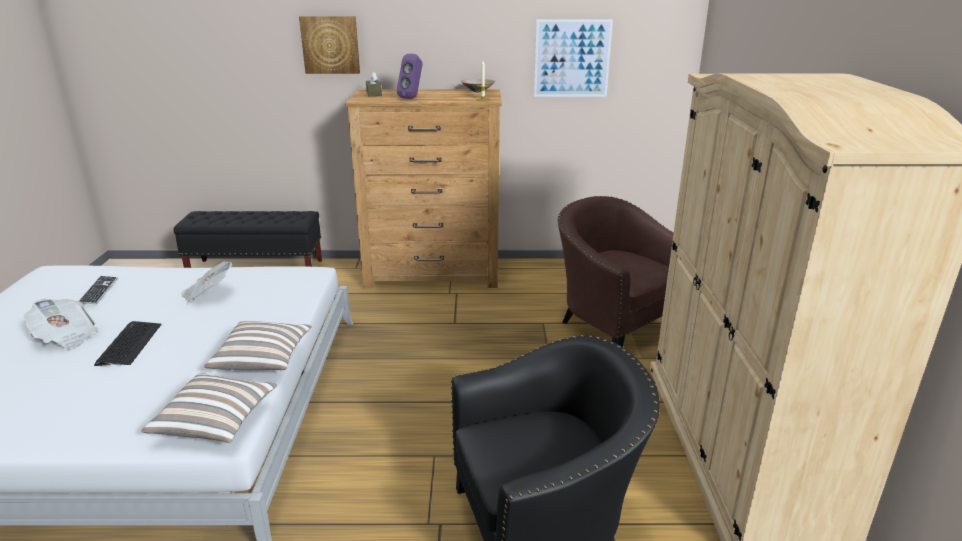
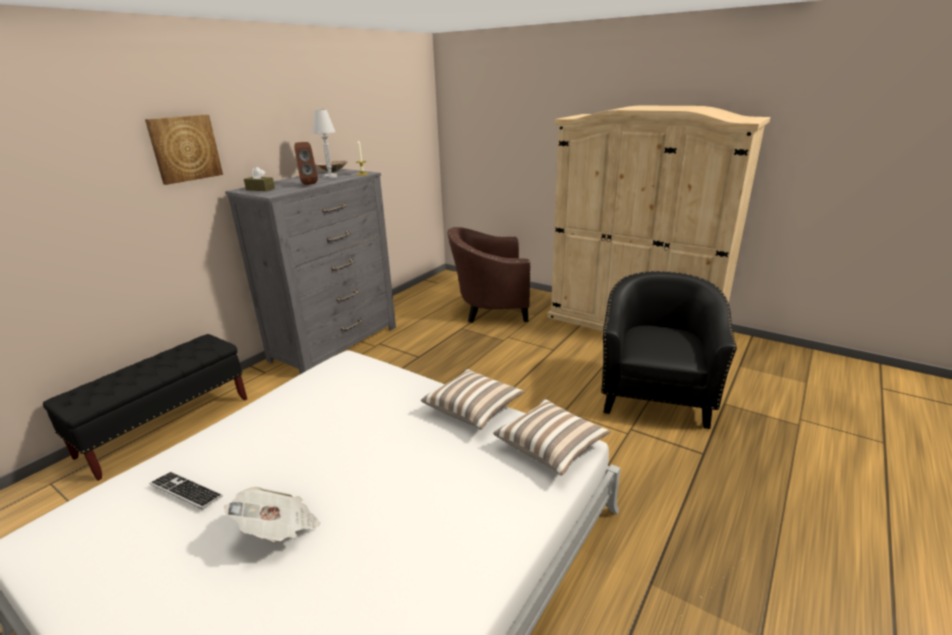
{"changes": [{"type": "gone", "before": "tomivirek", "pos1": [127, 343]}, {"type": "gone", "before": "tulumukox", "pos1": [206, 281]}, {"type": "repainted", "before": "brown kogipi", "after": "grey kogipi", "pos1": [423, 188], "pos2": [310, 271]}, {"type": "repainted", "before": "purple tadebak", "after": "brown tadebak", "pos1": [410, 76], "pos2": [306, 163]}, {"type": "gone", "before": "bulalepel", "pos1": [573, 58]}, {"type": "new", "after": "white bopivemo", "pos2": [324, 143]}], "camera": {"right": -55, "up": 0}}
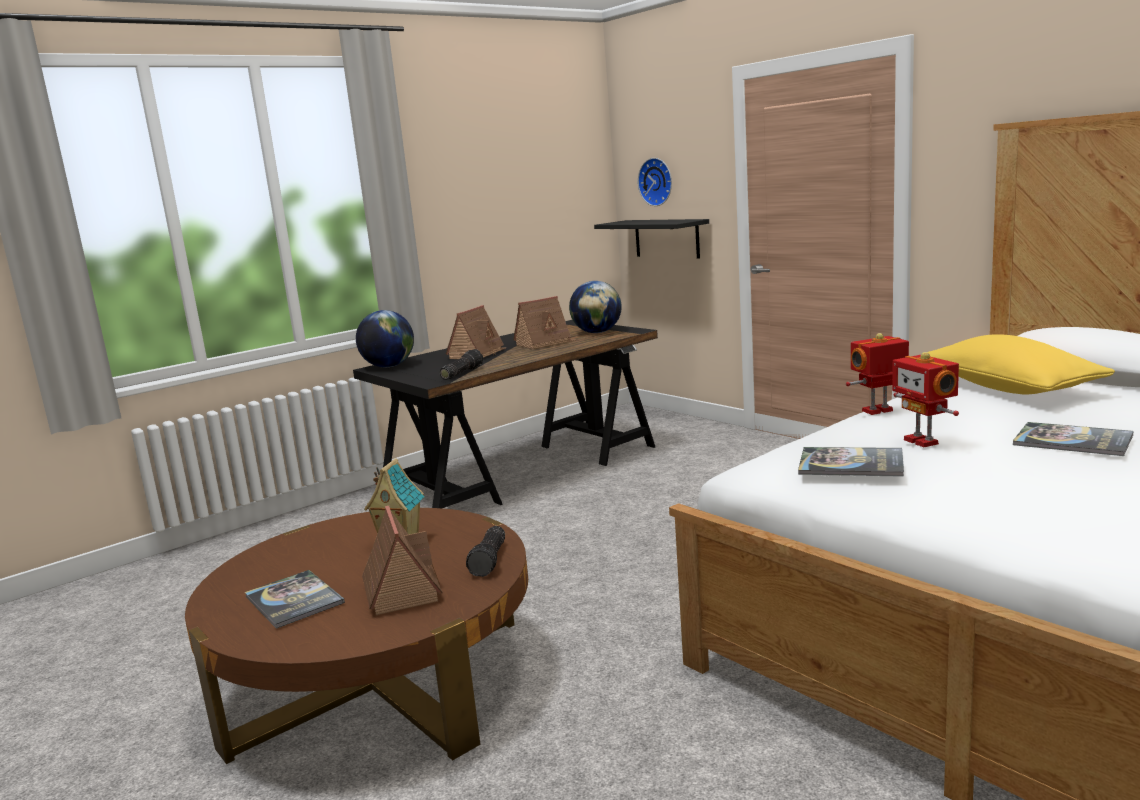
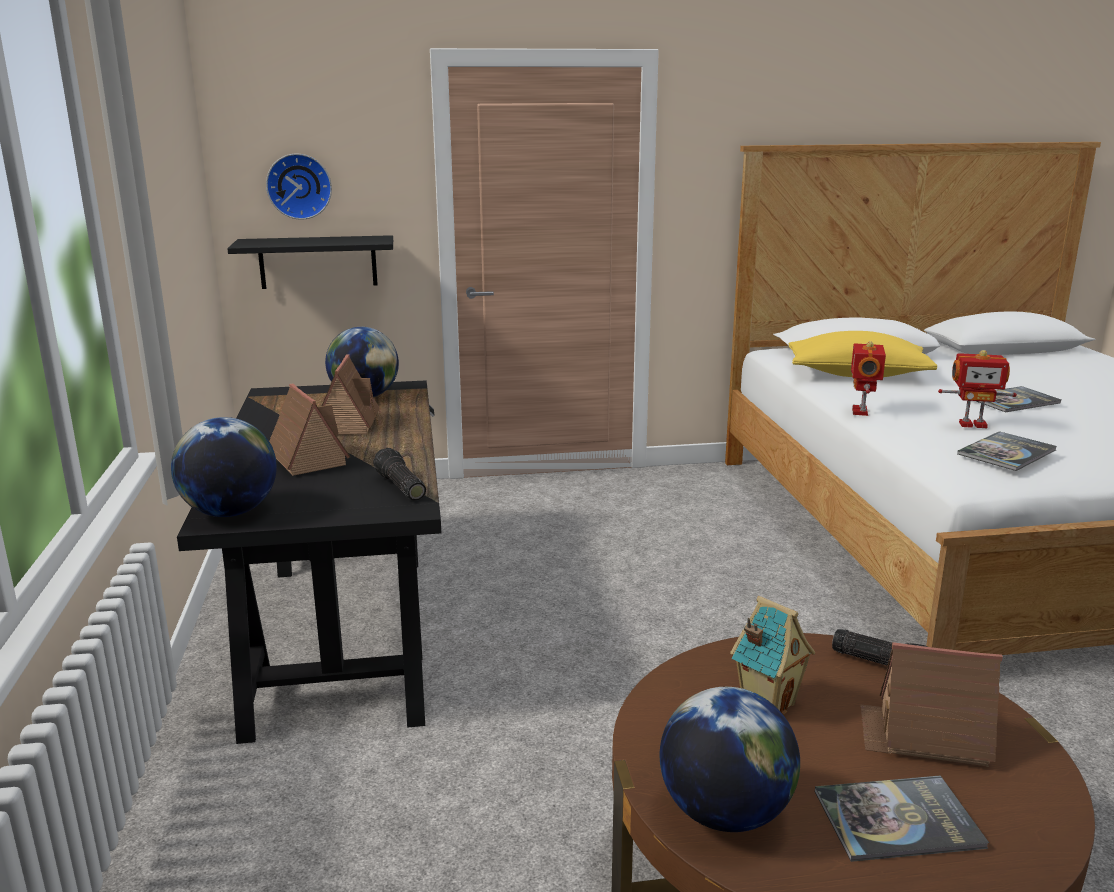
{"changes": [{"type": "new", "after": "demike", "pos2": [730, 759]}], "camera": {"right": -60, "up": 5}}
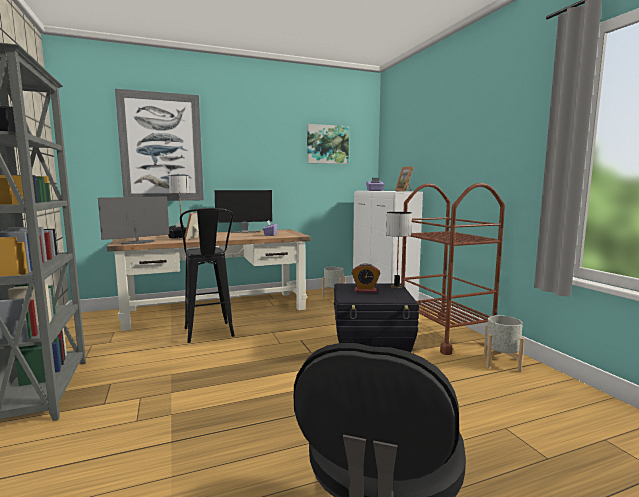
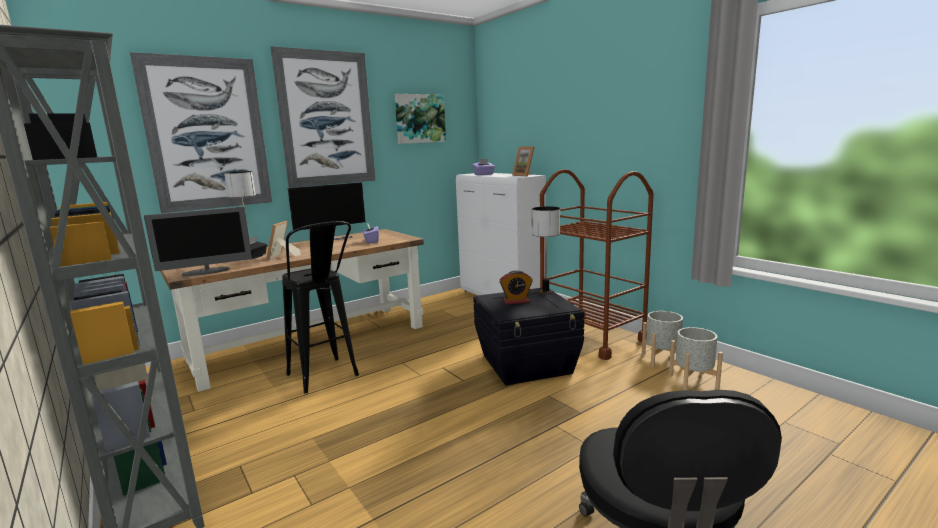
{"changes": [{"type": "rotated", "before": "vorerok", "pos1": [133, 220], "pos2": [198, 241], "turn": -150}, {"type": "shifted", "before": "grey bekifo", "pos1": [333, 282], "pos2": [696, 358]}, {"type": "new", "after": "bulalepel", "pos2": [323, 117]}], "camera": {"right": -15, "up": 5}}
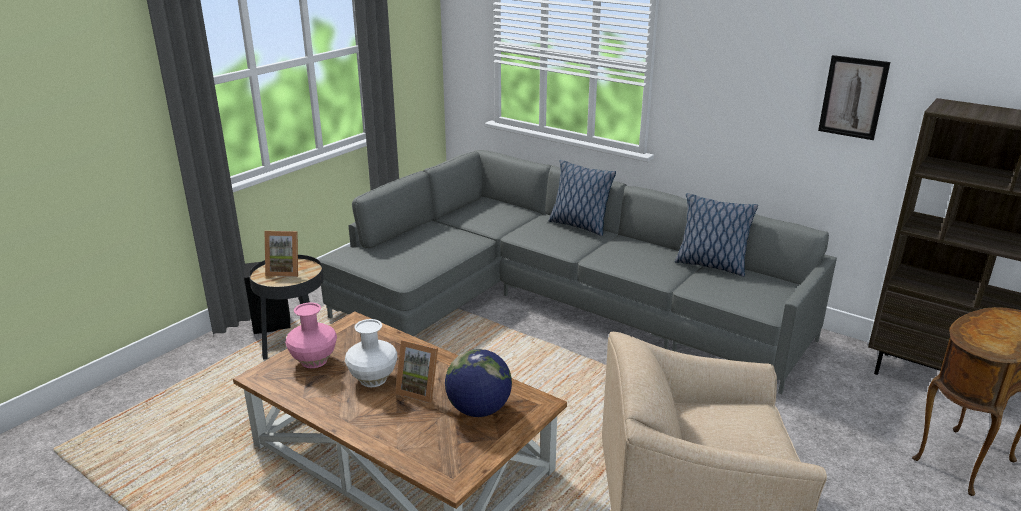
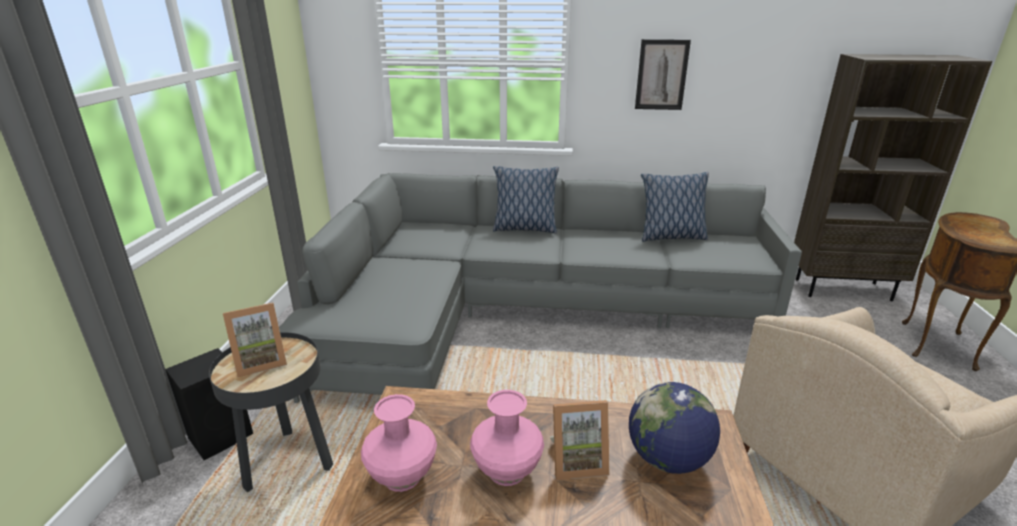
{"changes": [{"type": "repainted", "before": "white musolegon", "after": "pink musolegon", "pos1": [371, 353], "pos2": [507, 438]}, {"type": "shifted", "before": "bulalepel", "pos1": [854, 97], "pos2": [663, 74]}], "camera": {"right": -30, "up": 0}}
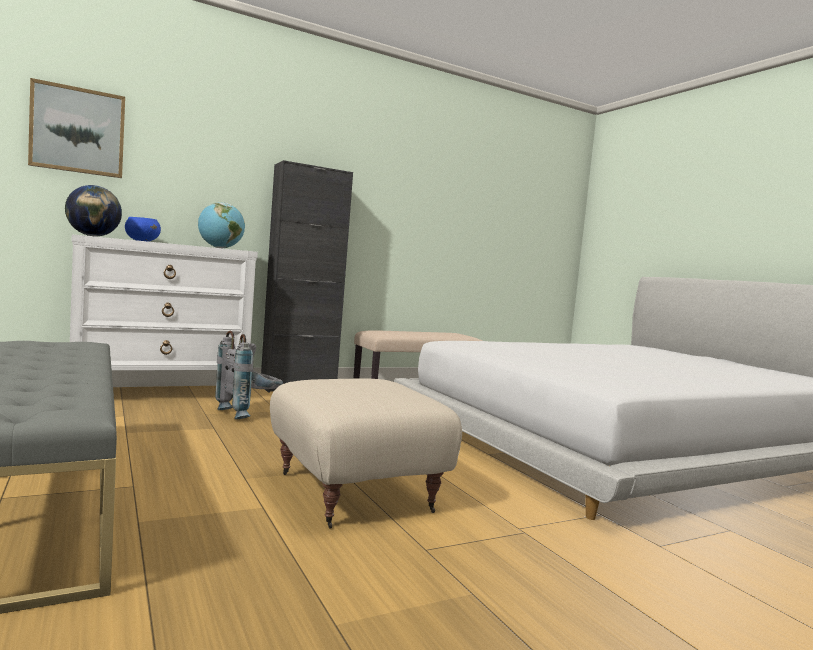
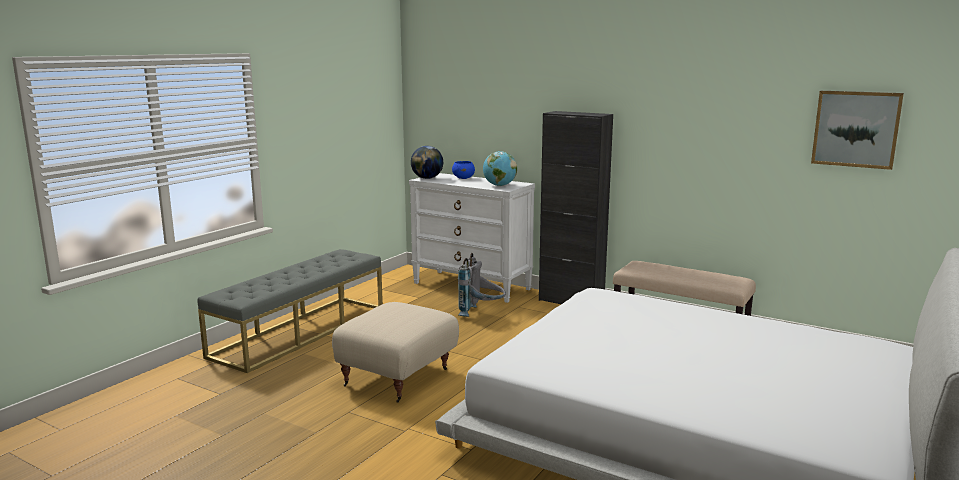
{"changes": [{"type": "shifted", "before": "bulalepel", "pos1": [76, 128], "pos2": [857, 130]}], "camera": {"right": 60, "up": 10}}
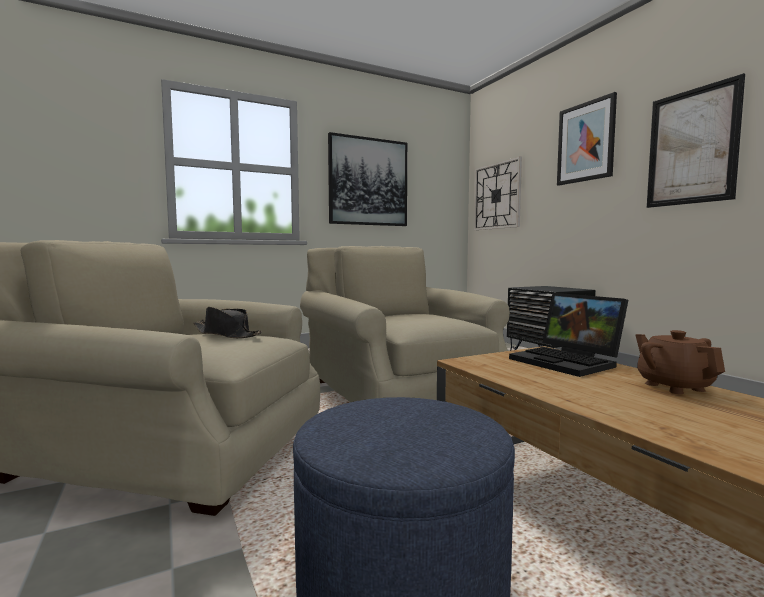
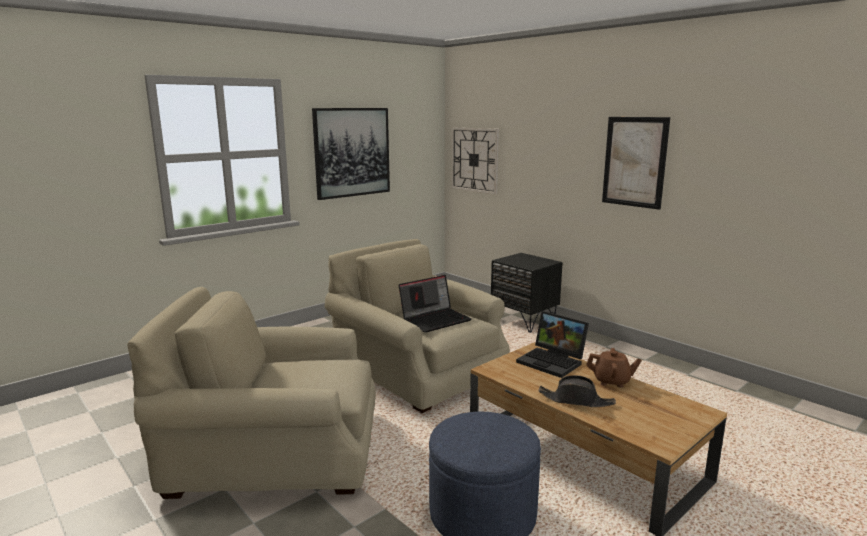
{"changes": [{"type": "shifted", "before": "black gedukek", "pos1": [227, 322], "pos2": [577, 391]}, {"type": "gone", "before": "bulalepel", "pos1": [587, 138]}, {"type": "rotated", "before": "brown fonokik", "pos1": [680, 362], "pos2": [614, 368], "turn": 135}, {"type": "new", "after": "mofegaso", "pos2": [435, 304]}], "camera": {"right": -15, "up": 10}}
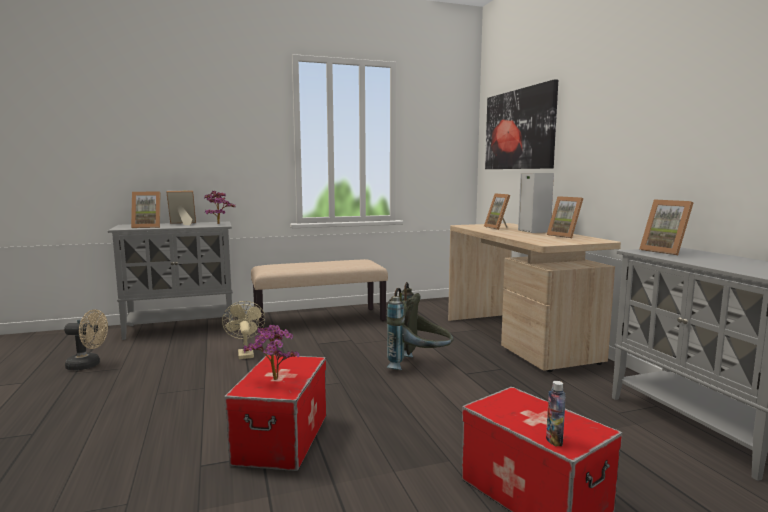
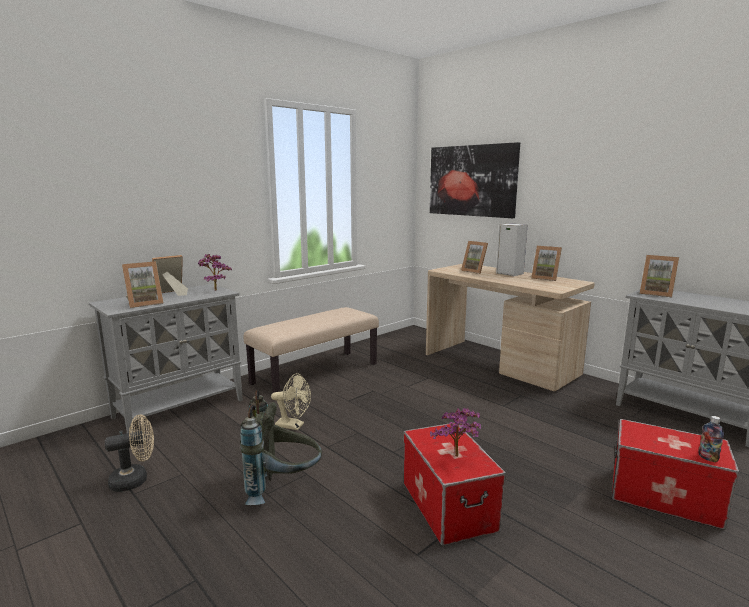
{"changes": [{"type": "rotated", "before": "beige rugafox", "pos1": [244, 330], "pos2": [291, 401], "turn": 150}, {"type": "shifted", "before": "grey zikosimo", "pos1": [419, 326], "pos2": [281, 447]}], "camera": {"right": -25, "up": 5}}
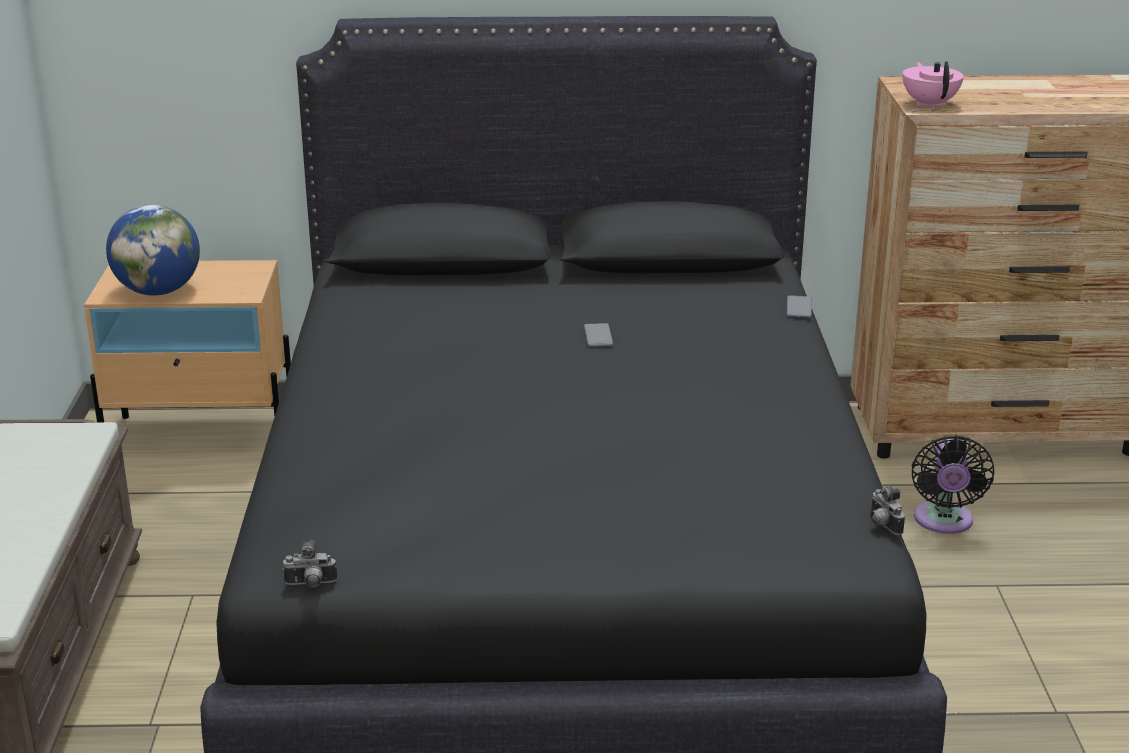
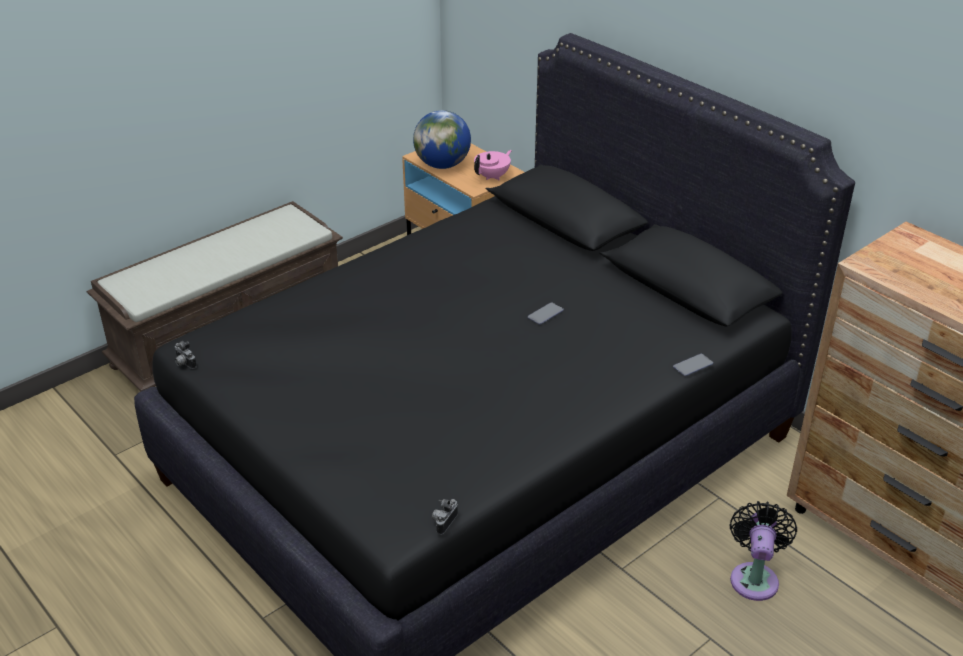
{"changes": [{"type": "shifted", "before": "pink fonokik", "pos1": [933, 85], "pos2": [493, 165]}, {"type": "rotated", "before": "black rugafox", "pos1": [953, 484], "pos2": [763, 551], "turn": 135}], "camera": {"right": 50, "up": 10}}
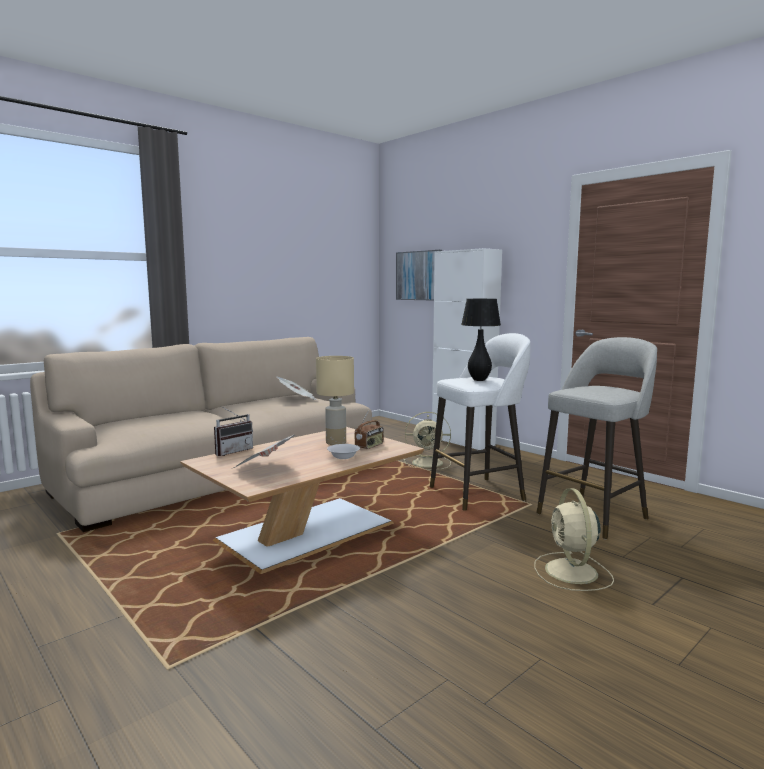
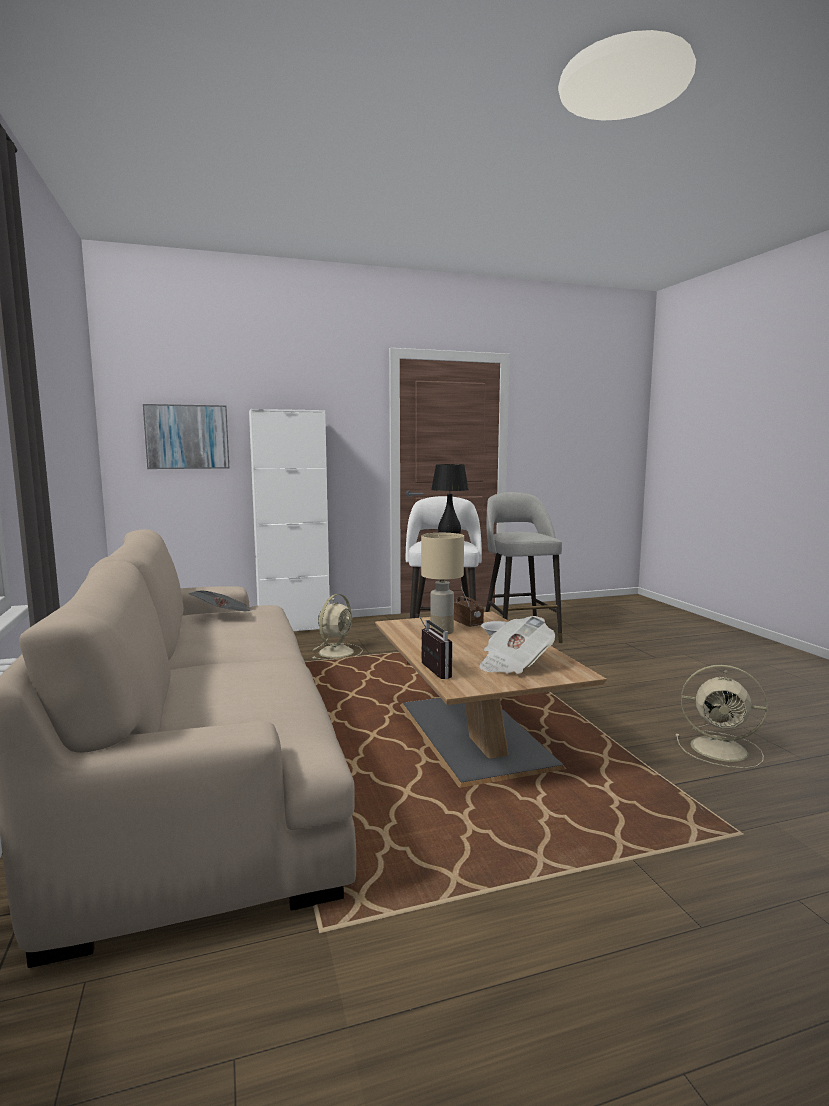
{"changes": [{"type": "shifted", "before": "beige rugafox", "pos1": [574, 539], "pos2": [722, 717]}], "camera": {"right": -65, "up": 0}}
